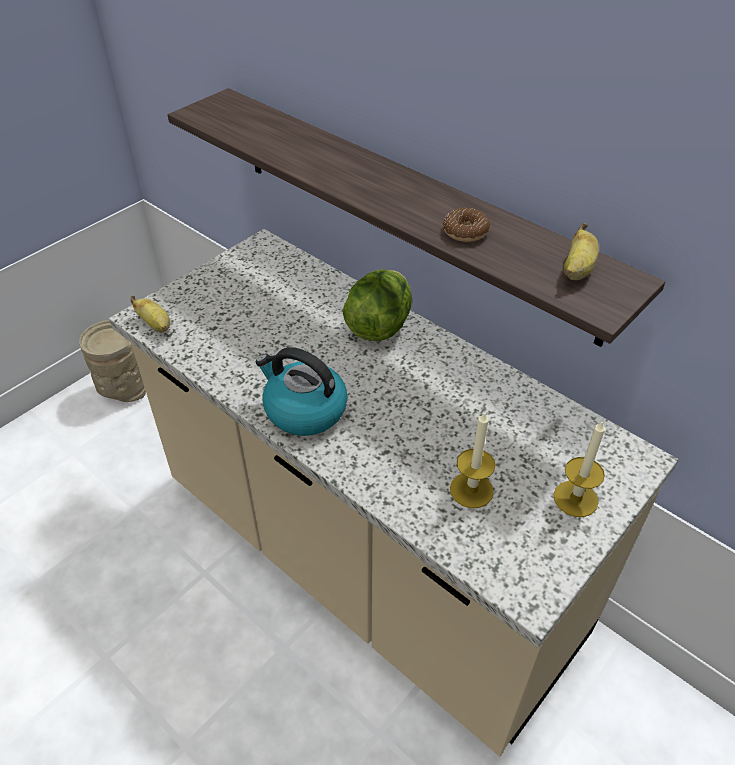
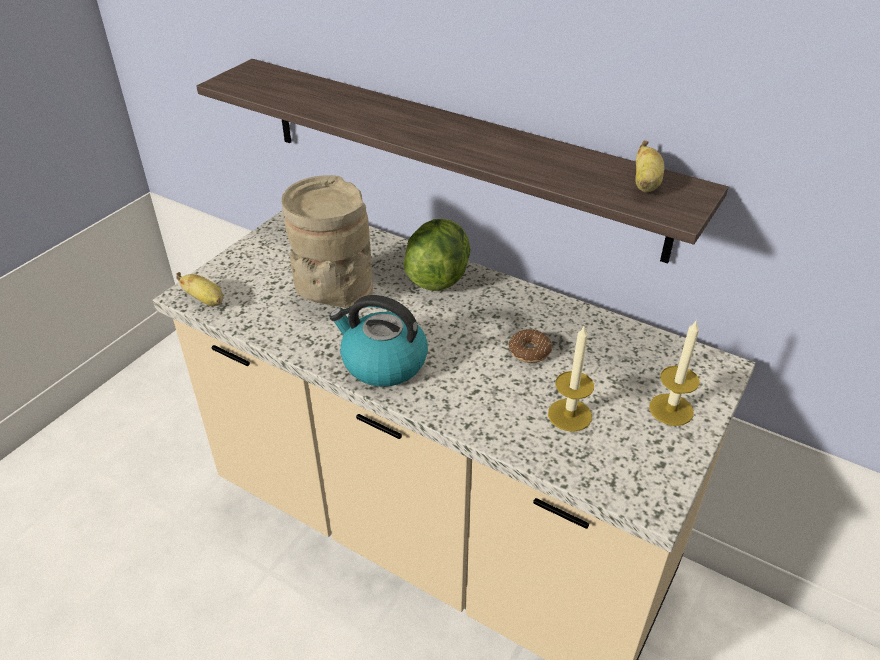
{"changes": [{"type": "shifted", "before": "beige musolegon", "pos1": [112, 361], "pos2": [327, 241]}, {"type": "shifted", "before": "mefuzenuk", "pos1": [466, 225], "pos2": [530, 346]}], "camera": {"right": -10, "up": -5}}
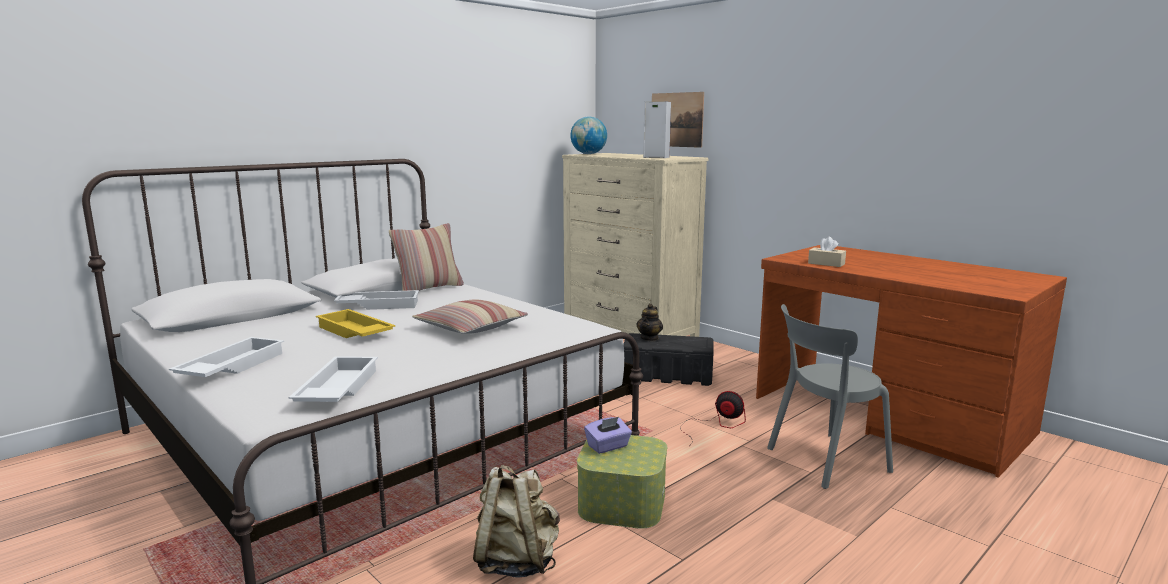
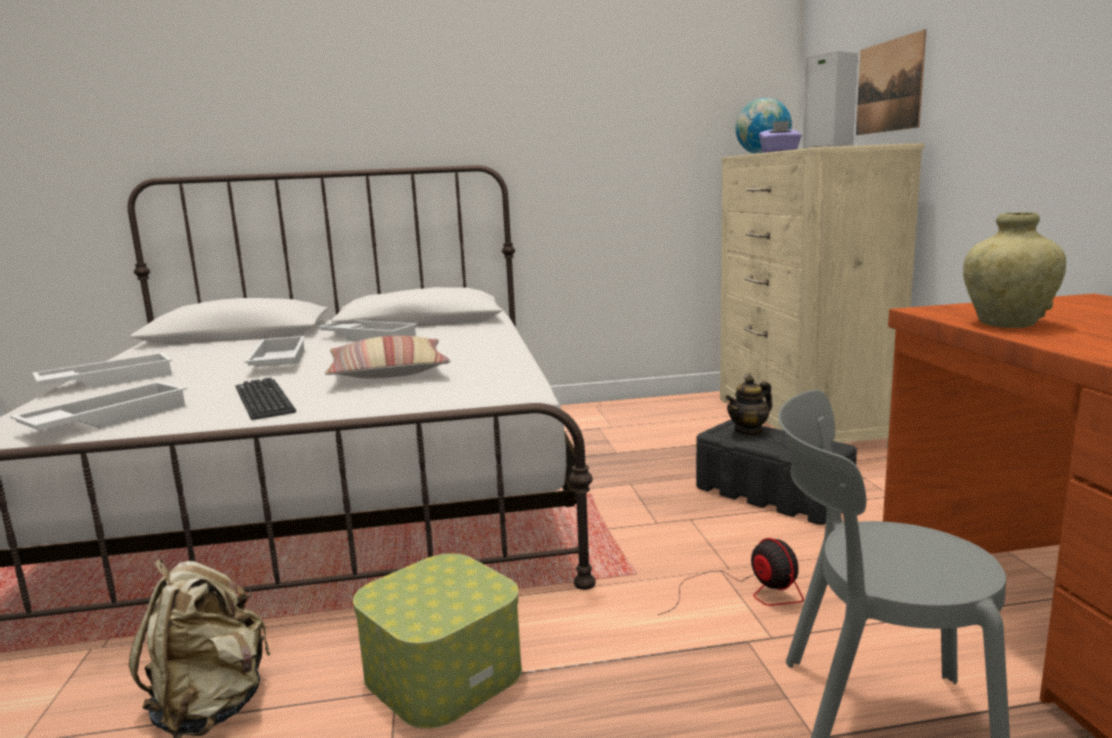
{"changes": [{"type": "repainted", "before": "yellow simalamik", "after": "white simalamik", "pos1": [355, 323], "pos2": [274, 351]}, {"type": "gone", "before": "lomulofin", "pos1": [426, 257]}, {"type": "shifted", "before": "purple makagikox", "pos1": [608, 435], "pos2": [780, 137]}, {"type": "swapped", "before": "beige makagikox", "after": "beige musolegon", "pos1": [827, 252], "pos2": [1014, 270]}, {"type": "new", "after": "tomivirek", "pos2": [266, 399]}], "camera": {"right": 35, "up": 0}}
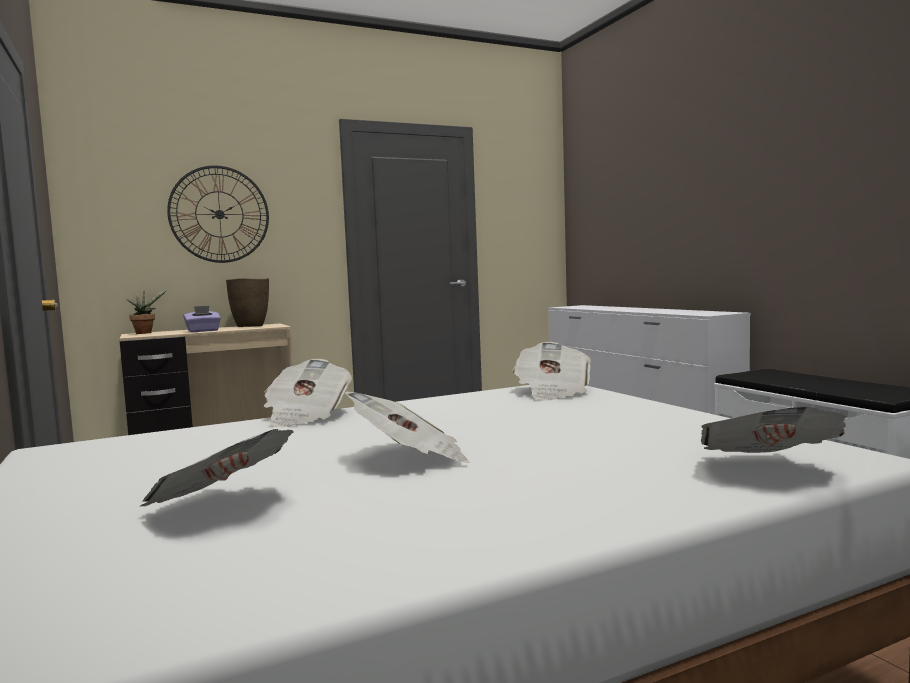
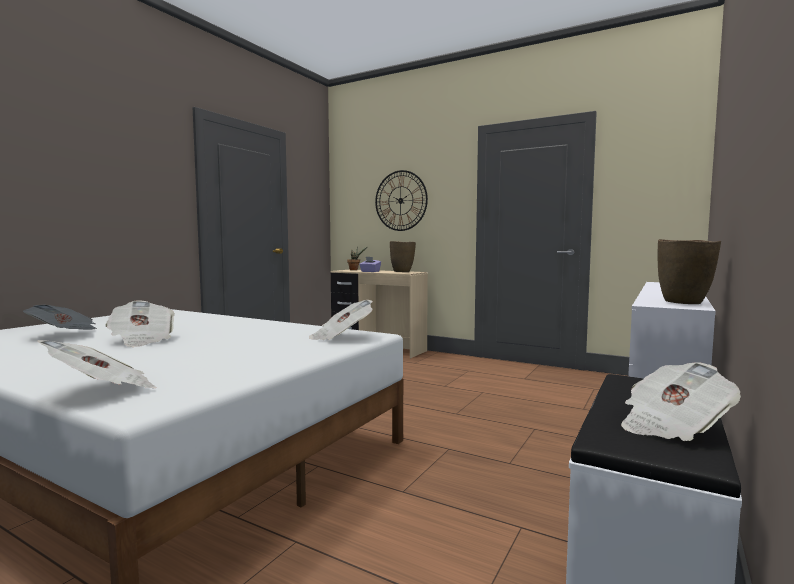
{"changes": [{"type": "shifted", "before": "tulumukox", "pos1": [308, 393], "pos2": [681, 401]}, {"type": "new", "after": "brown musolegon", "pos2": [689, 271]}], "camera": {"right": 55, "up": 0}}
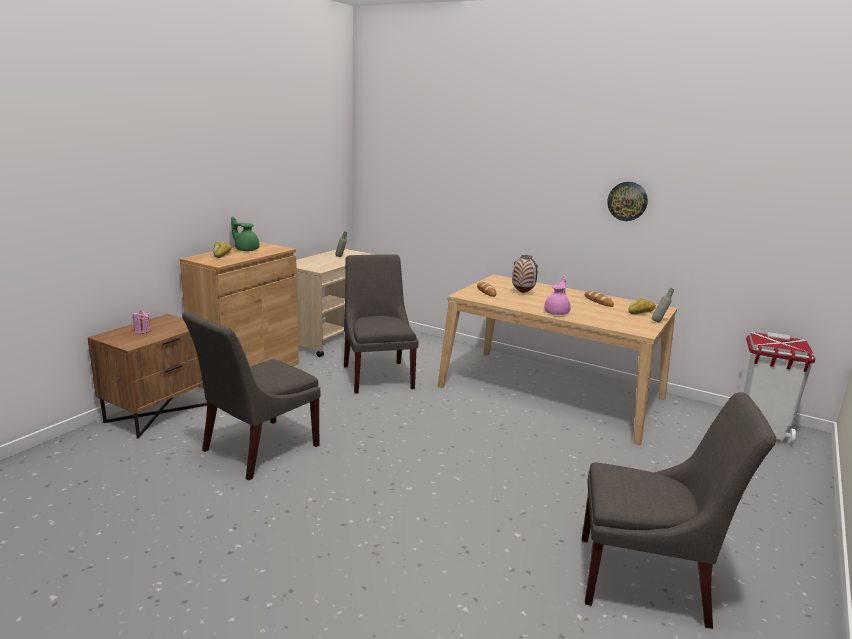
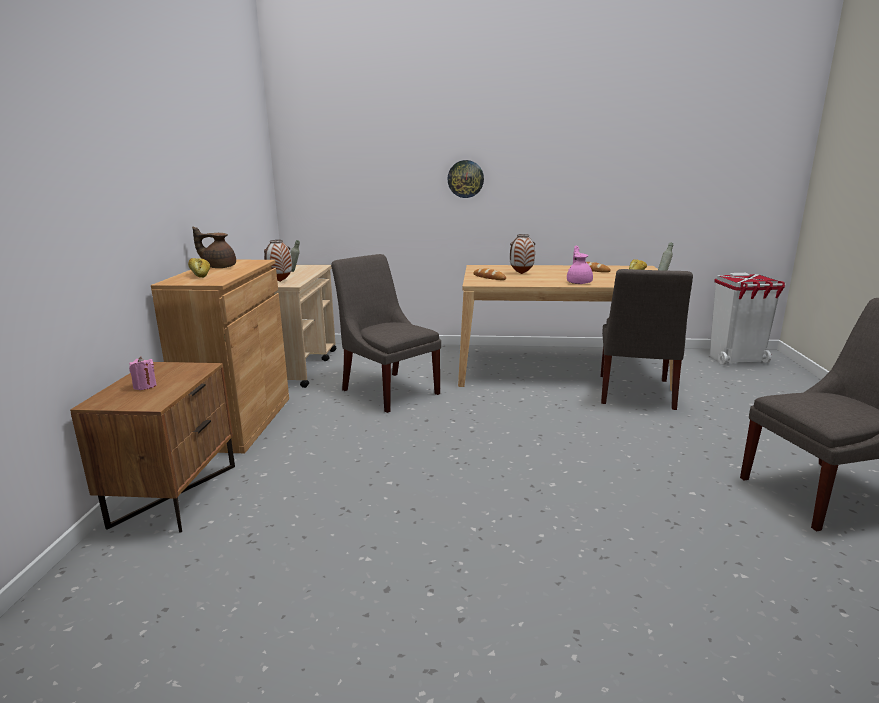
{"changes": [{"type": "shifted", "before": "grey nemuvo", "pos1": [251, 395], "pos2": [646, 339]}, {"type": "repainted", "before": "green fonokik", "after": "brown fonokik", "pos1": [245, 234], "pos2": [214, 247]}, {"type": "shifted", "before": "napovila", "pos1": [627, 201], "pos2": [465, 179]}, {"type": "new", "after": "musolegon", "pos2": [278, 261]}], "camera": {"right": -25, "up": 0}}
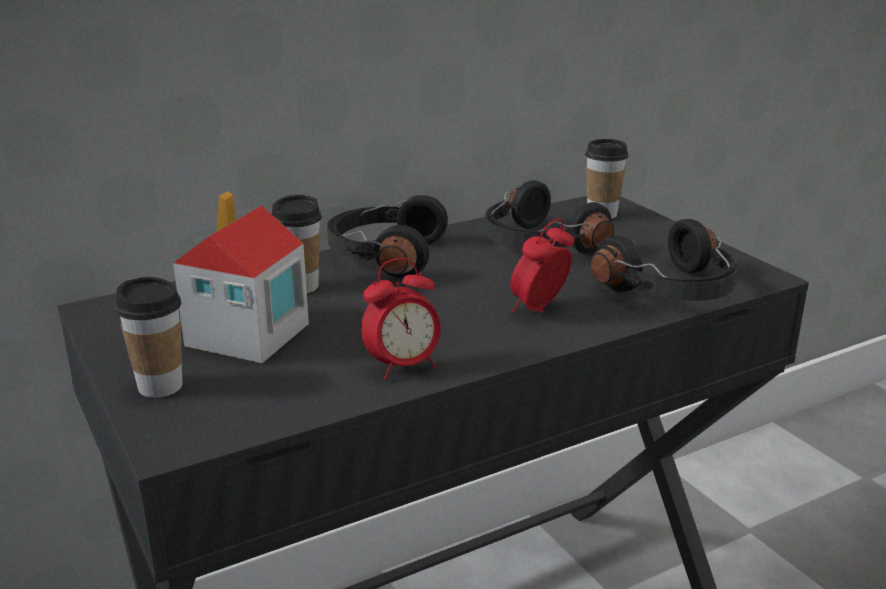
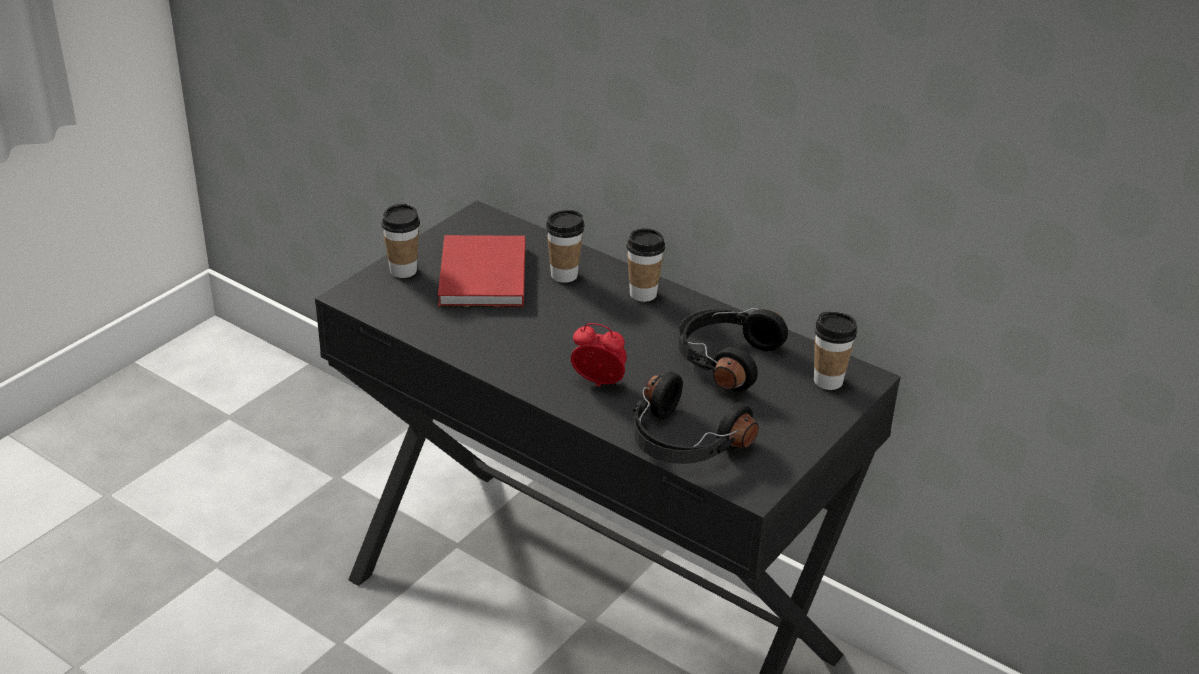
{"changes": [{"type": "swapped", "before": "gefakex", "after": "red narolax", "pos1": [241, 277], "pos2": [482, 271]}, {"type": "swapped", "before": "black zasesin", "after": "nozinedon", "pos1": [387, 236], "pos2": [645, 265]}, {"type": "gone", "before": "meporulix", "pos1": [401, 319]}], "camera": {"right": 65, "up": 10}}
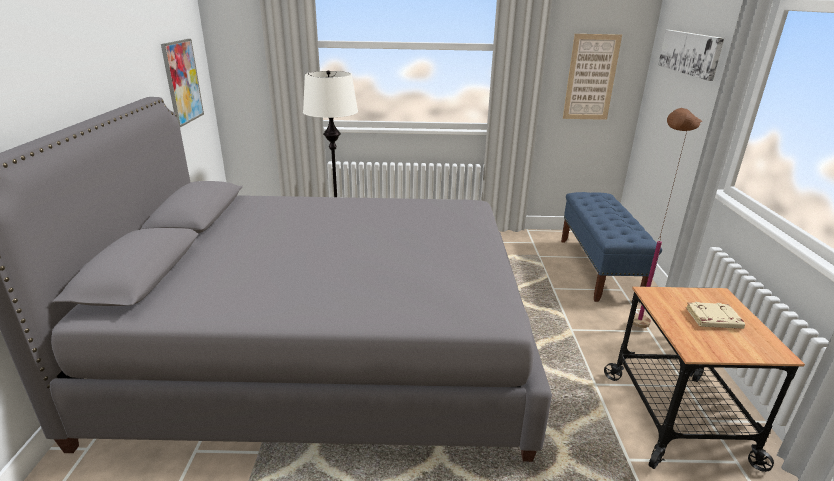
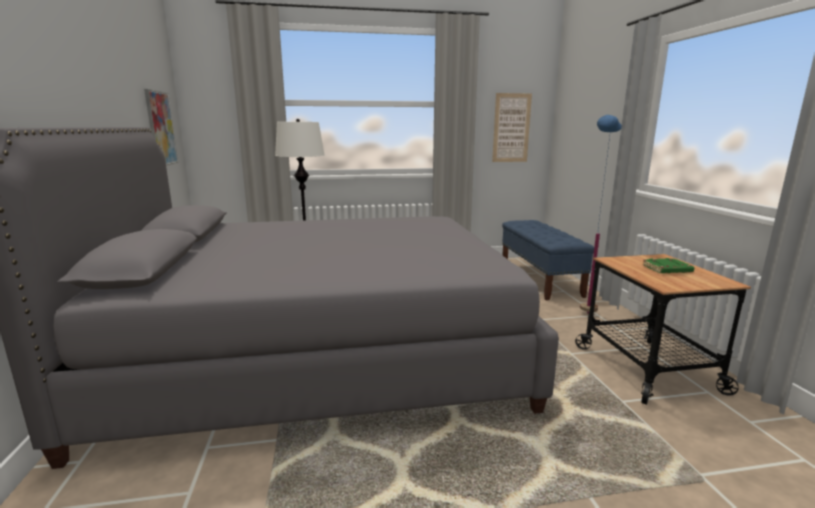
{"changes": [{"type": "repainted", "before": "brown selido", "after": "blue selido", "pos1": [667, 218], "pos2": [601, 214]}, {"type": "gone", "before": "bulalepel", "pos1": [691, 55]}, {"type": "repainted", "before": "beige narolax", "after": "green narolax", "pos1": [715, 315], "pos2": [668, 265]}], "camera": {"right": -10, "up": -10}}
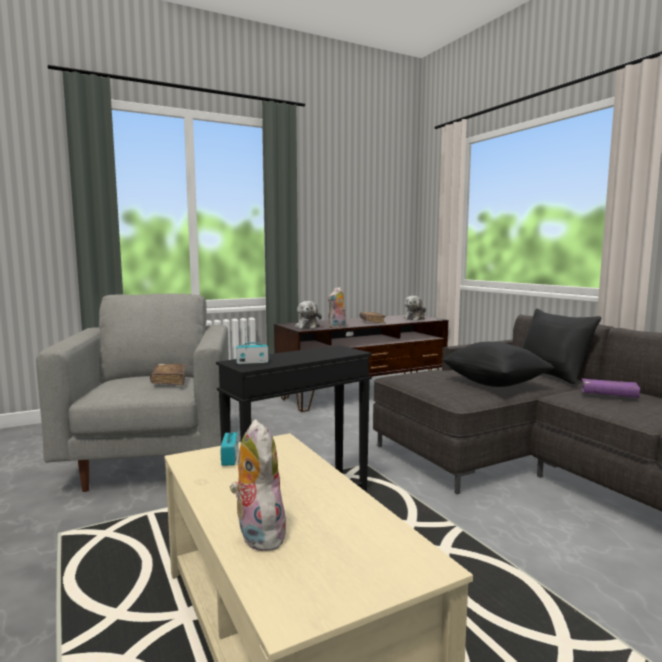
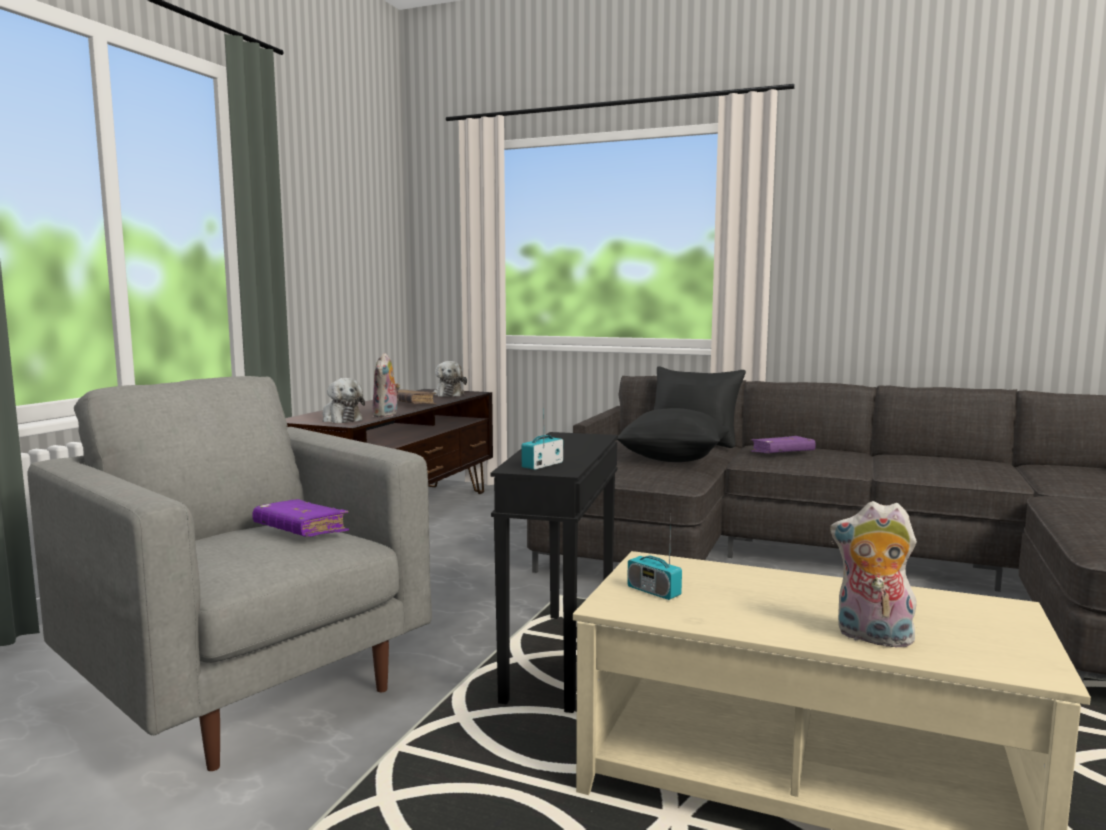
{"changes": [{"type": "repainted", "before": "brown narolax", "after": "purple narolax", "pos1": [168, 374], "pos2": [300, 518]}], "camera": {"right": -40, "up": 0}}
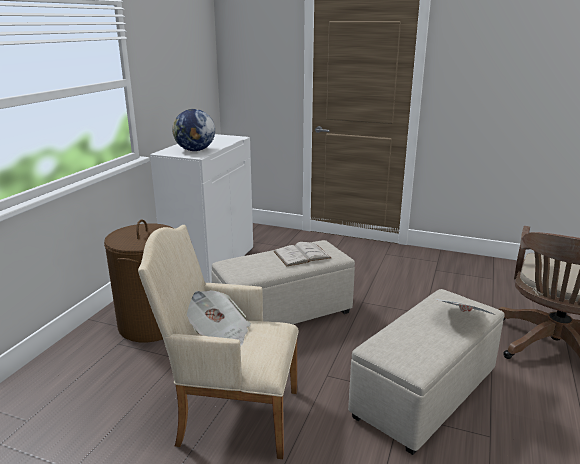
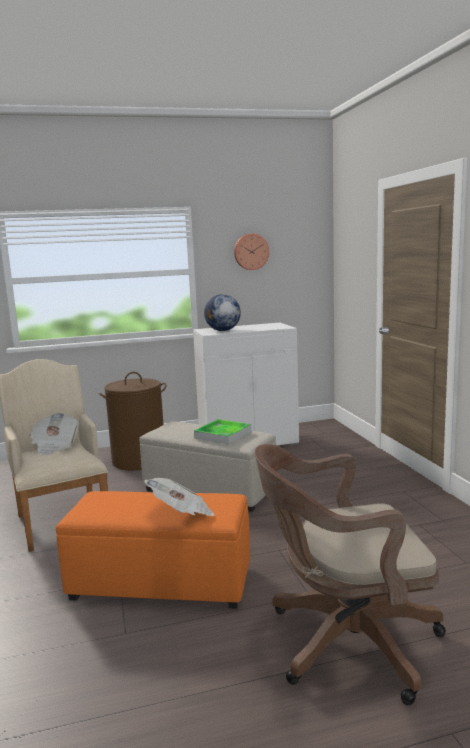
{"changes": [{"type": "swapped", "before": "white narolax", "after": "simalamik", "pos1": [302, 254], "pos2": [223, 432]}, {"type": "repainted", "before": "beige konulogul", "after": "orange konulogul", "pos1": [426, 372], "pos2": [153, 550]}, {"type": "new", "after": "napovila", "pos2": [251, 252]}], "camera": {"right": 55, "up": -10}}
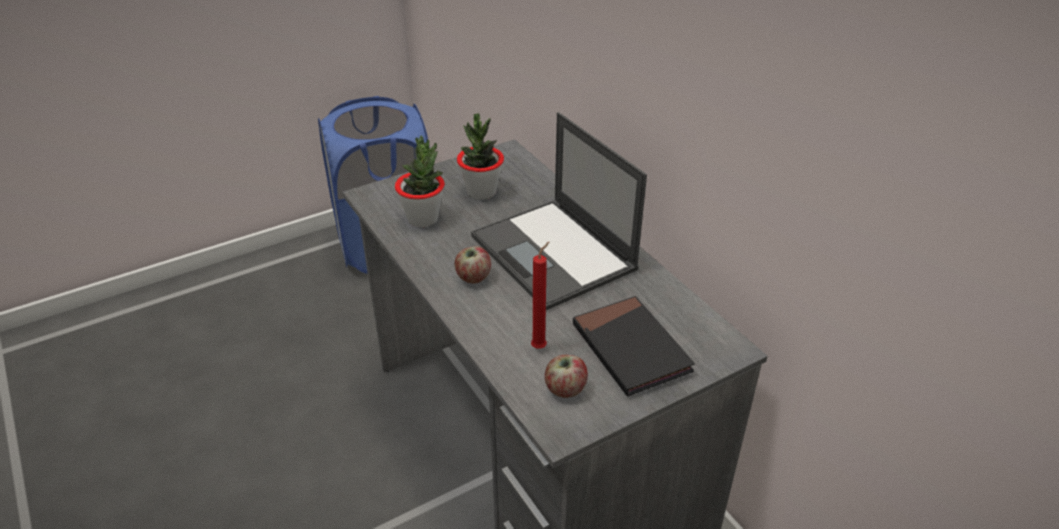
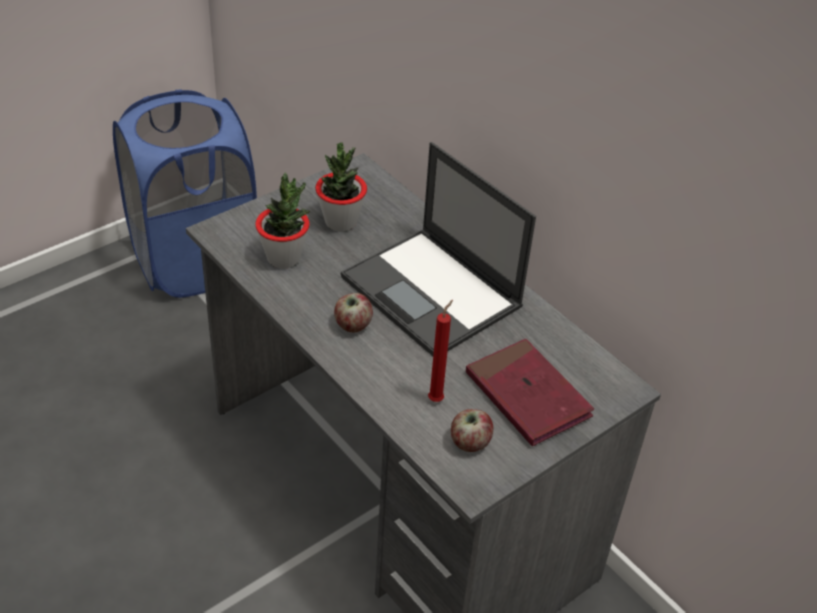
{"changes": [{"type": "repainted", "before": "black narolax", "after": "red narolax", "pos1": [634, 346], "pos2": [530, 392]}], "camera": {"right": -10, "up": 5}}
